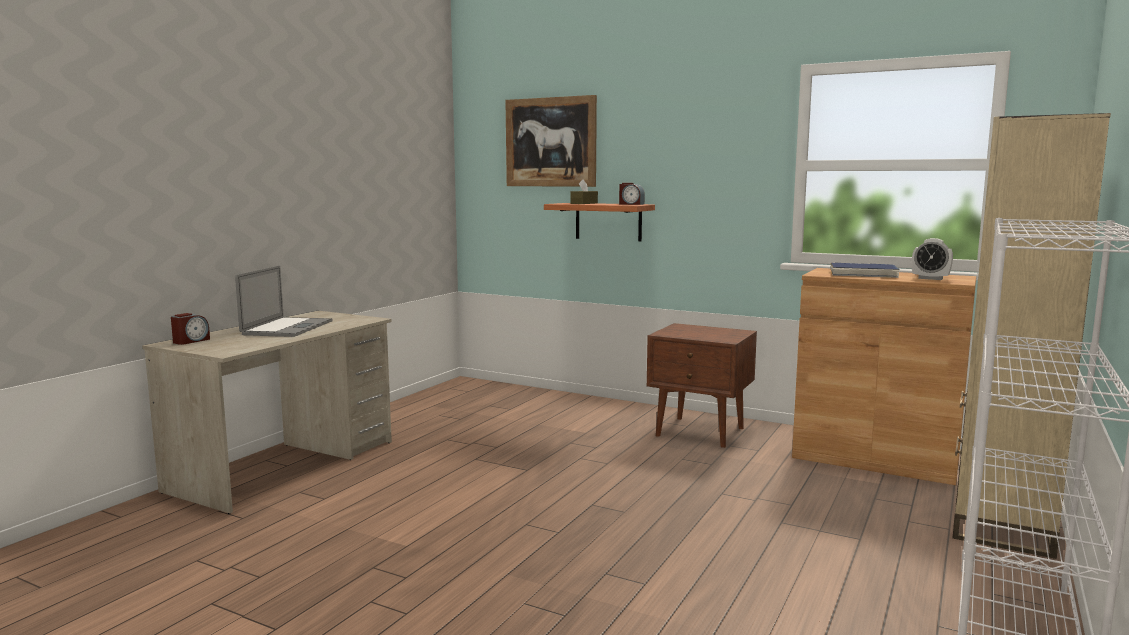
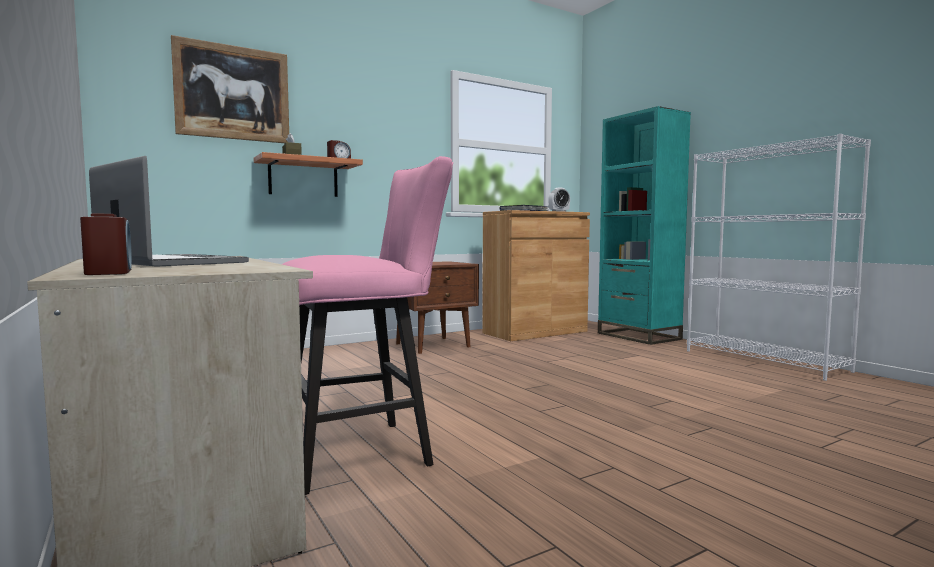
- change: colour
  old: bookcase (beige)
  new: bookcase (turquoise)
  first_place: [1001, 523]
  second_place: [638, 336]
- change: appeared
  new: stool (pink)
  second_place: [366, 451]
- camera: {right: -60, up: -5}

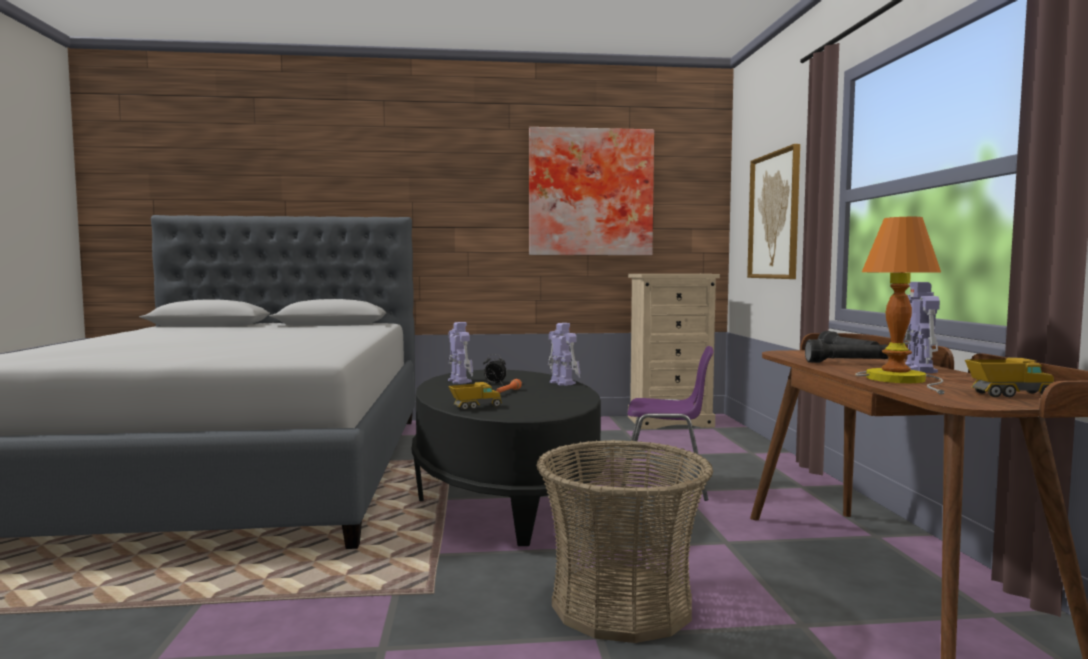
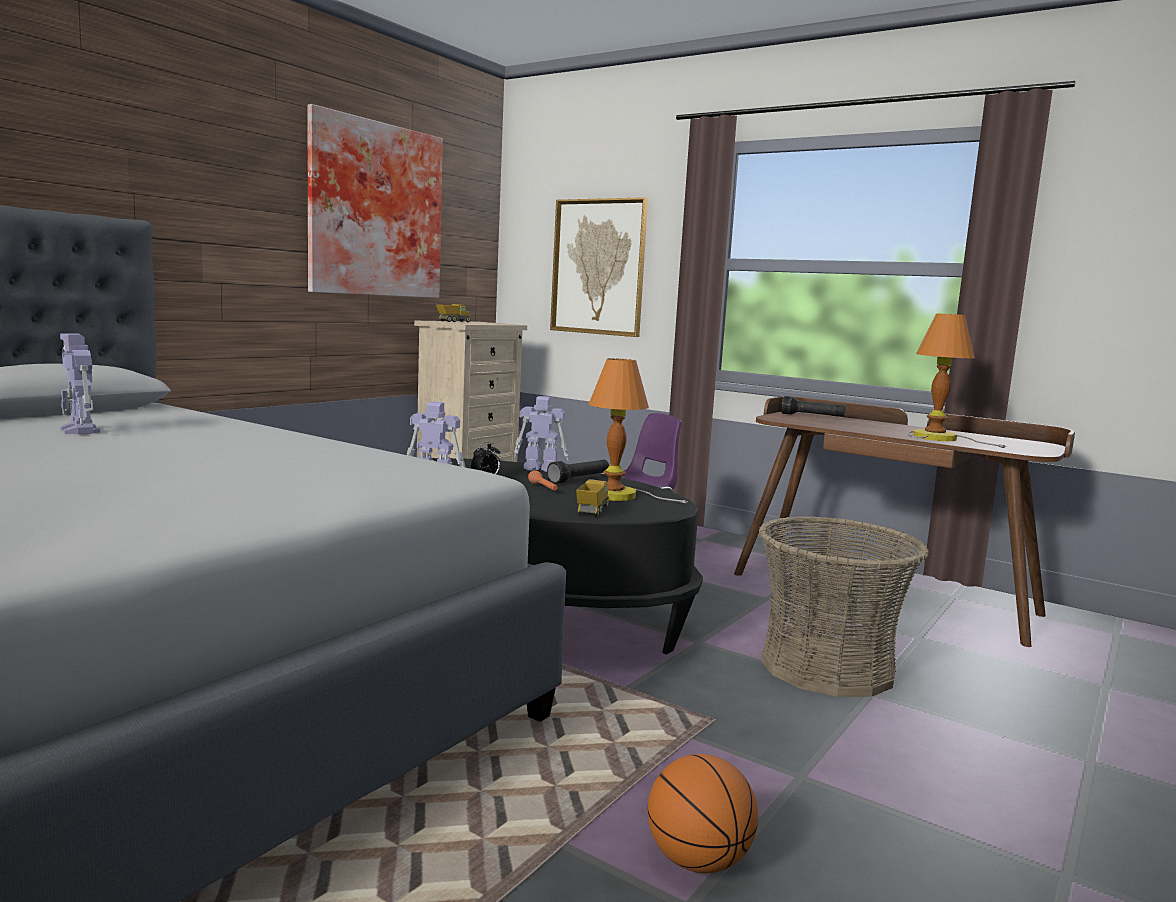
- change: relocated
  old: toy robot
  first_place: [918, 370]
  second_place: [80, 431]
- change: relocated
  old: flashlight (black)
  first_place: [847, 362]
  second_place: [579, 479]
- change: relocated
  old: toy truck
  first_place: [1008, 395]
  second_place: [453, 321]
- change: appeared
  new: table lamp
  second_place: [618, 495]
- change: appeared
  new: basketball
  second_place: [698, 861]
- camera: {right: -50, up: 5}

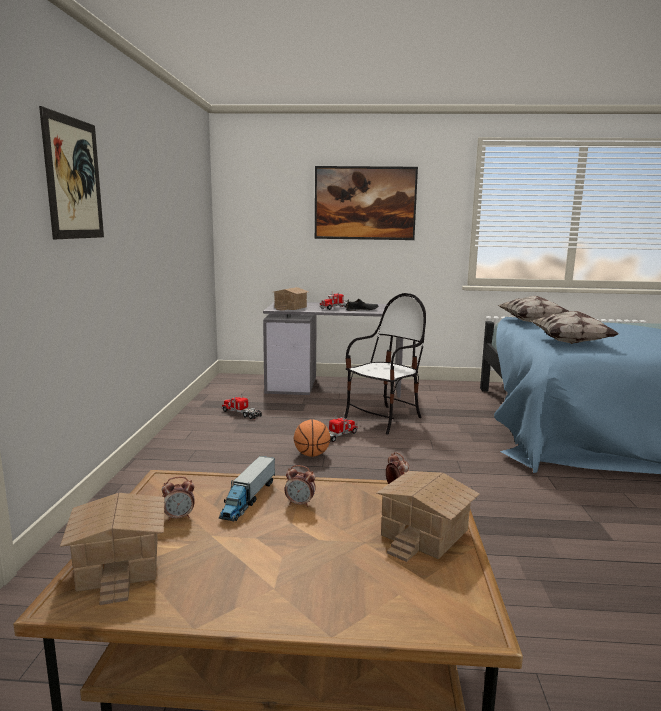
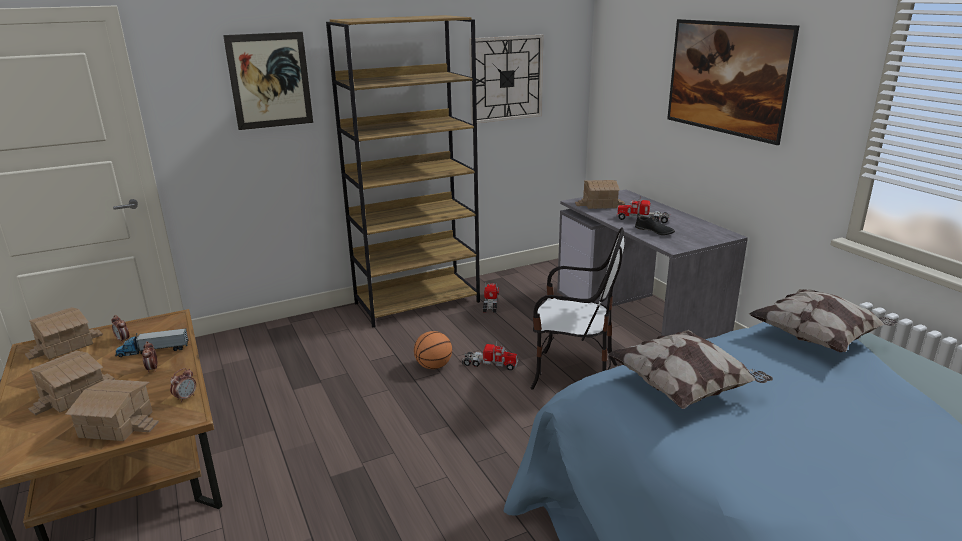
- change: appeared
  new: bookcase (brown)
  second_place: [417, 302]
- change: appeared
  new: wall clock
  second_place: [506, 78]
- change: appeared
  new: toy house
  second_place: [72, 394]
- camera: {right: 60, up: 10}

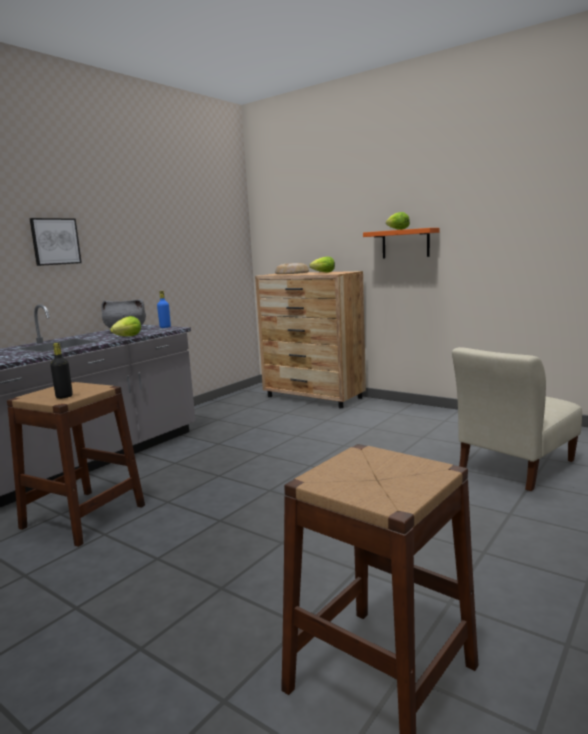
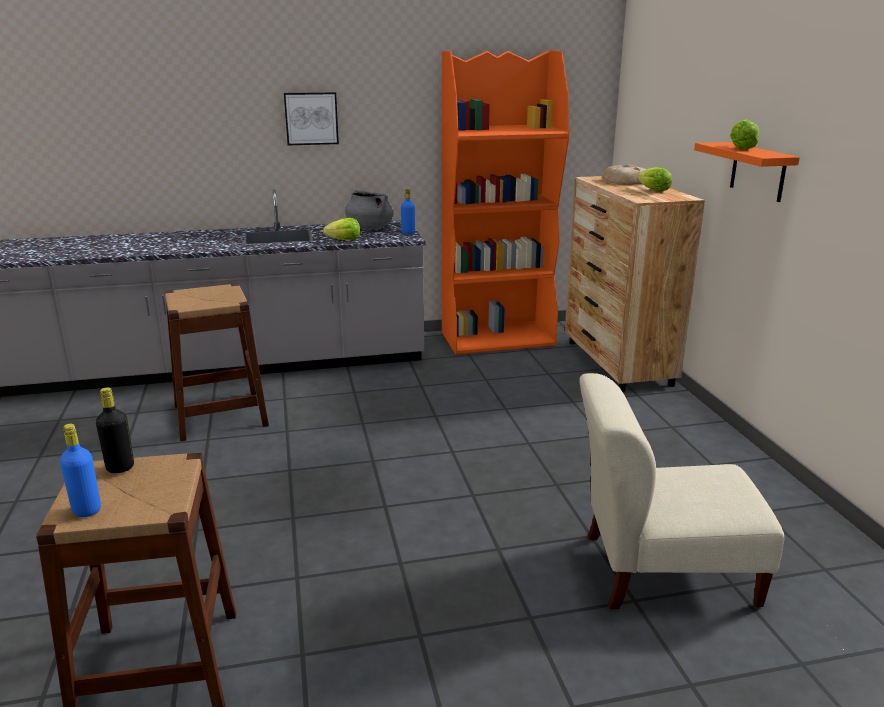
- change: relocated
  old: bottle (black)
  first_place: [64, 397]
  second_place: [120, 468]
- change: appeared
  new: bookcase (orange)
  second_place: [498, 338]
- change: appeared
  new: bottle (blue)
  second_place: [87, 510]
- camera: {right: 40, up: 10}

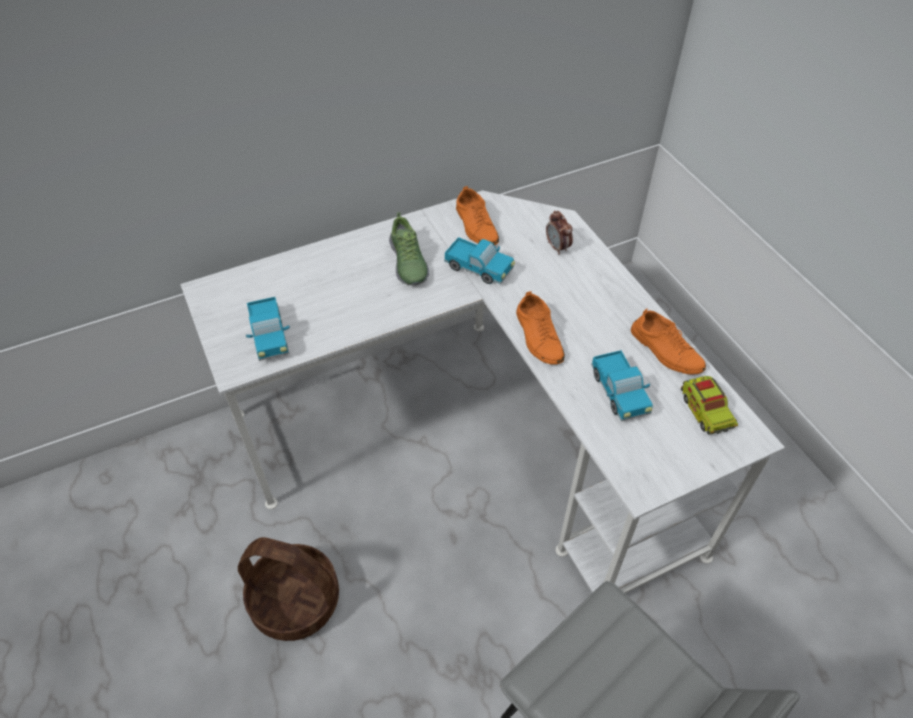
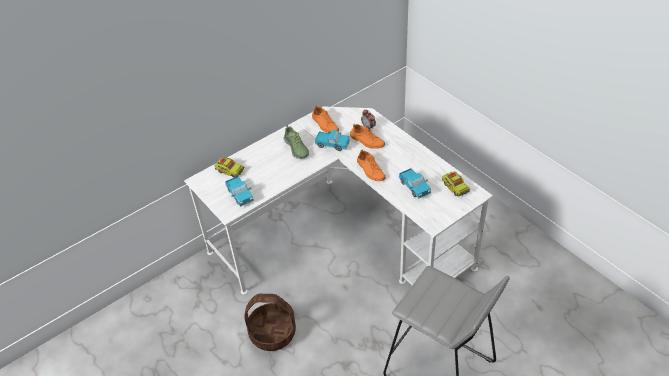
- change: relocated
  old: shoe (orange)
  first_place: [666, 350]
  second_place: [367, 141]
- change: appeared
  new: toy truck
  second_place: [230, 171]
- camera: {right: -10, up: -5}

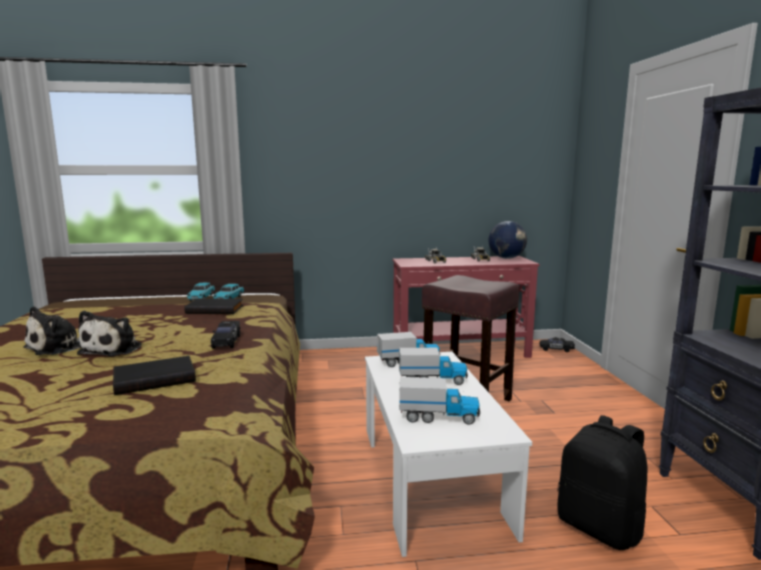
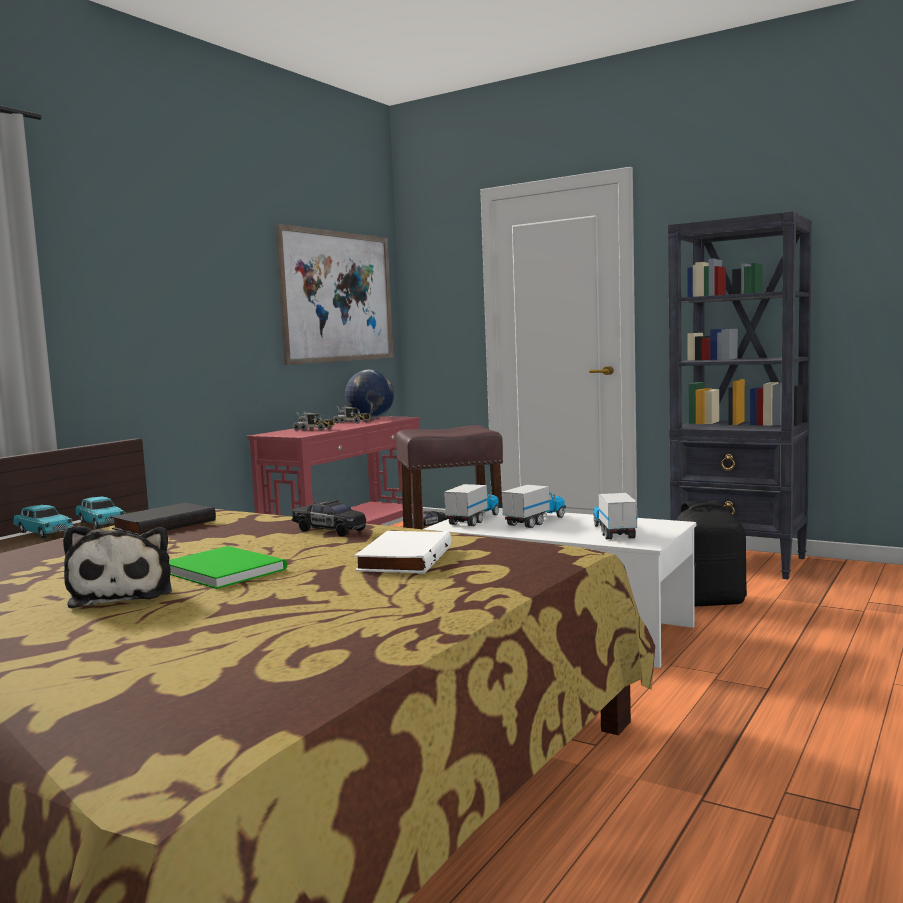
- change: exchanged
  old: plush toy
  new: book (green)
  first_place: [114, 349]
  second_place: [224, 569]
- change: colour
  old: book (black)
  new: book (white)
  first_place: [155, 378]
  second_place: [403, 558]
- change: spun
  old: toy truck
  first_place: [438, 417]
  second_place: [614, 532]
  degrees: -45
- change: appeared
  new: picture
  second_place: [338, 297]
- camera: {right: -50, up: -5}

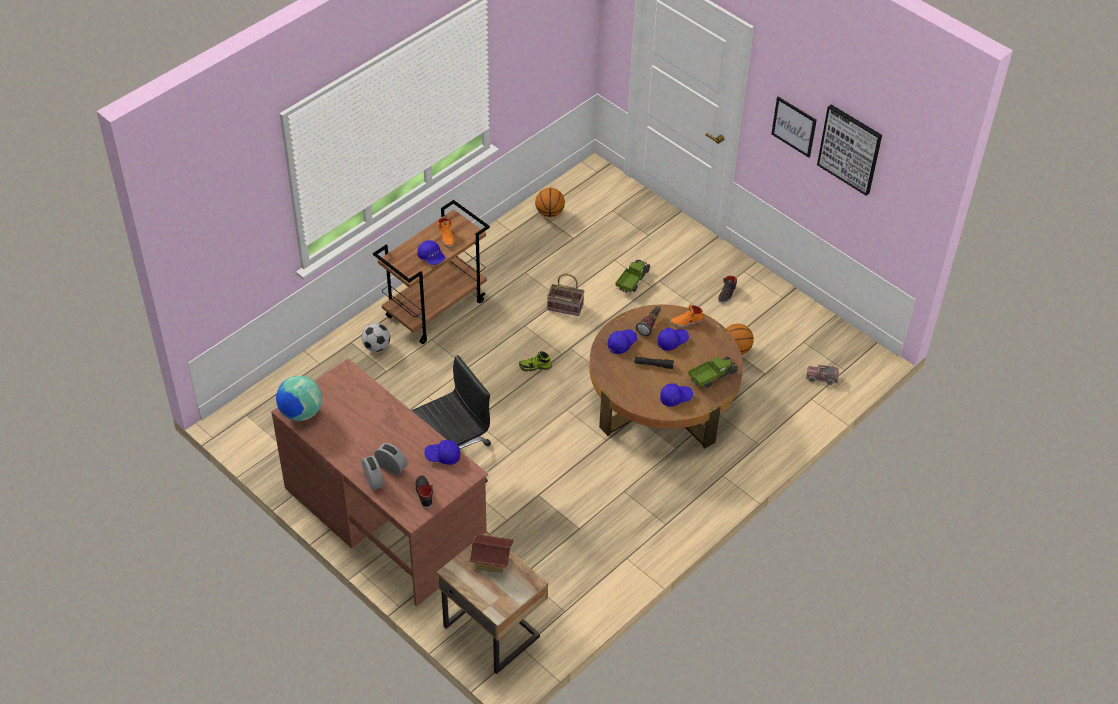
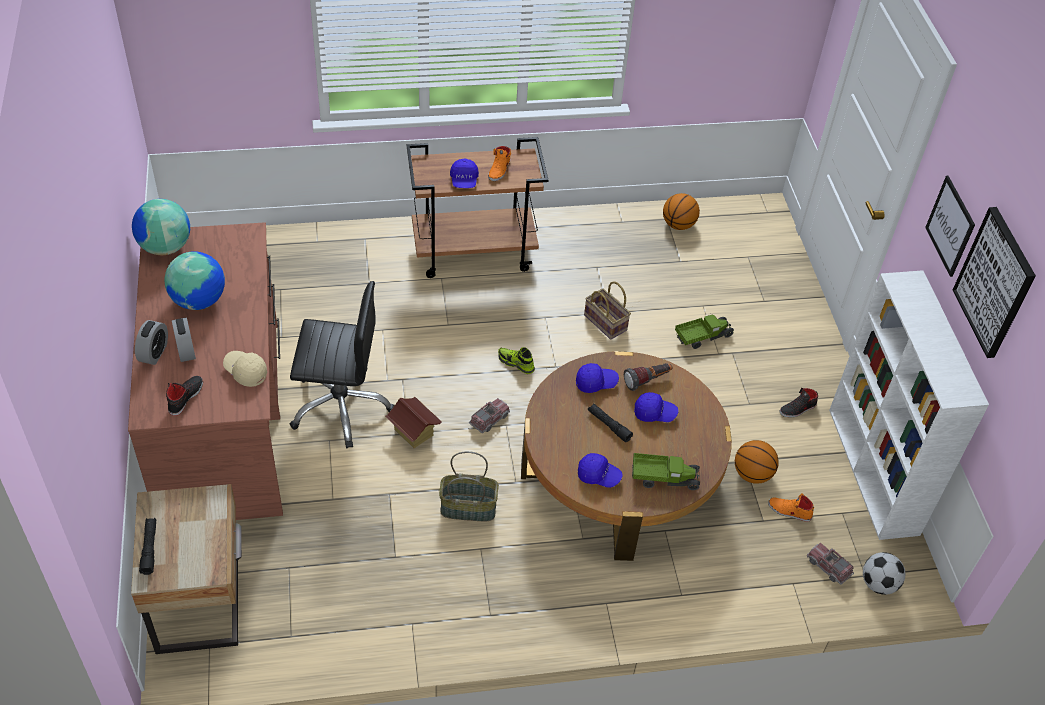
- change: relocated
  old: shoe (orange)
  first_place: [686, 321]
  second_place: [789, 511]
- change: relocated
  old: football
  first_place: [377, 347]
  second_place: [878, 584]
- change: colour
  old: cap (blue)
  new: cap (beige)
  first_place: [442, 456]
  second_place: [245, 371]
- change: relocated
  old: toy house
  first_place: [491, 562]
  second_place: [413, 433]
- change: appeared
  new: globe
  second_place: [199, 300]
- change: appeared
  new: bookcase (white)
  second_place: [874, 472]
- change: appeared
  new: toy truck
  second_place: [489, 419]
- change: appeared
  new: basket
  second_place: [469, 507]
- change: appeared
  new: flashlight (black)
  second_place: [149, 548]
- camera: {right: 35, up: 0}

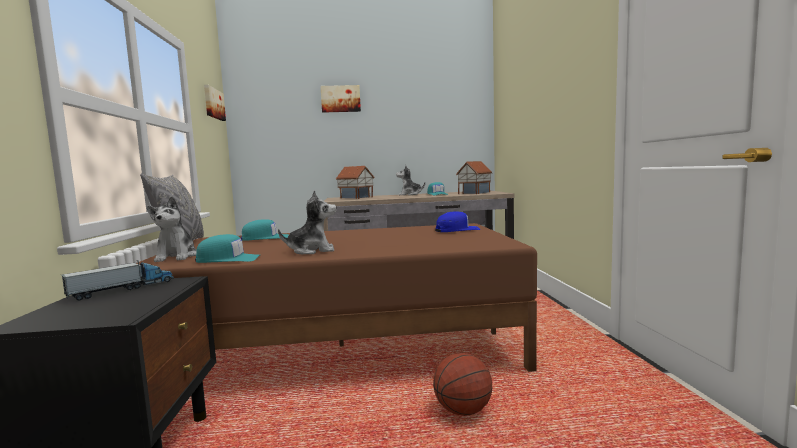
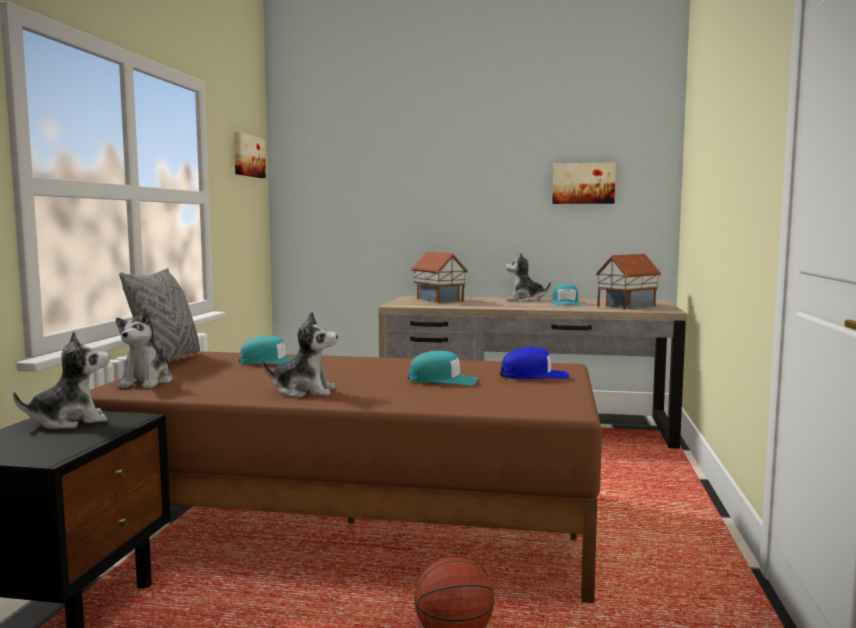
- change: relocated
  old: picture
  first_place: [340, 99]
  second_place: [583, 183]
- change: relocated
  old: cap (turquoise)
  first_place: [228, 259]
  second_place: [443, 380]
- change: exchanged
  old: toy truck
  new: plush toy
  first_place: [123, 289]
  second_place: [69, 421]
- camera: {right: 15, up: 0}

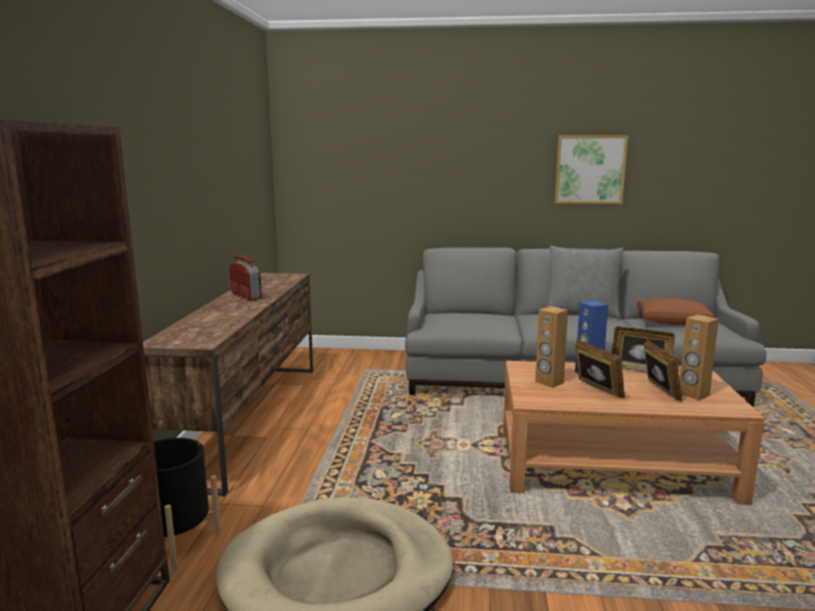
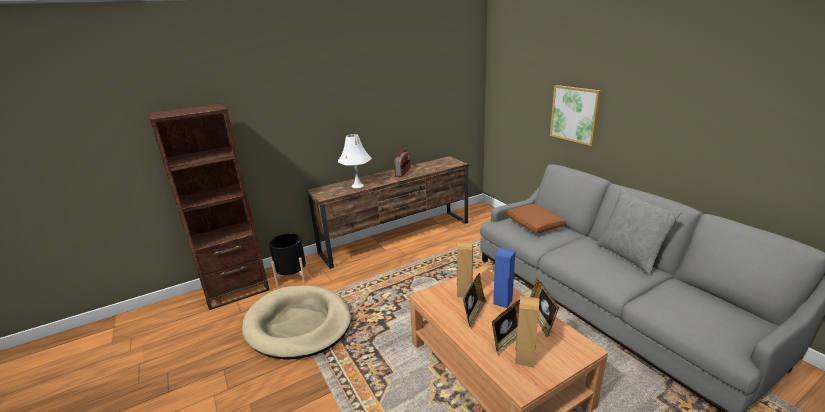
- change: relocated
  old: picture
  first_place: [590, 169]
  second_place: [575, 114]
- change: relocated
  old: pillow (brown)
  first_place: [673, 322]
  second_place: [534, 225]
- change: appeared
  new: table lamp (white)
  second_place: [357, 185]
- camera: {right: 55, up: 10}

